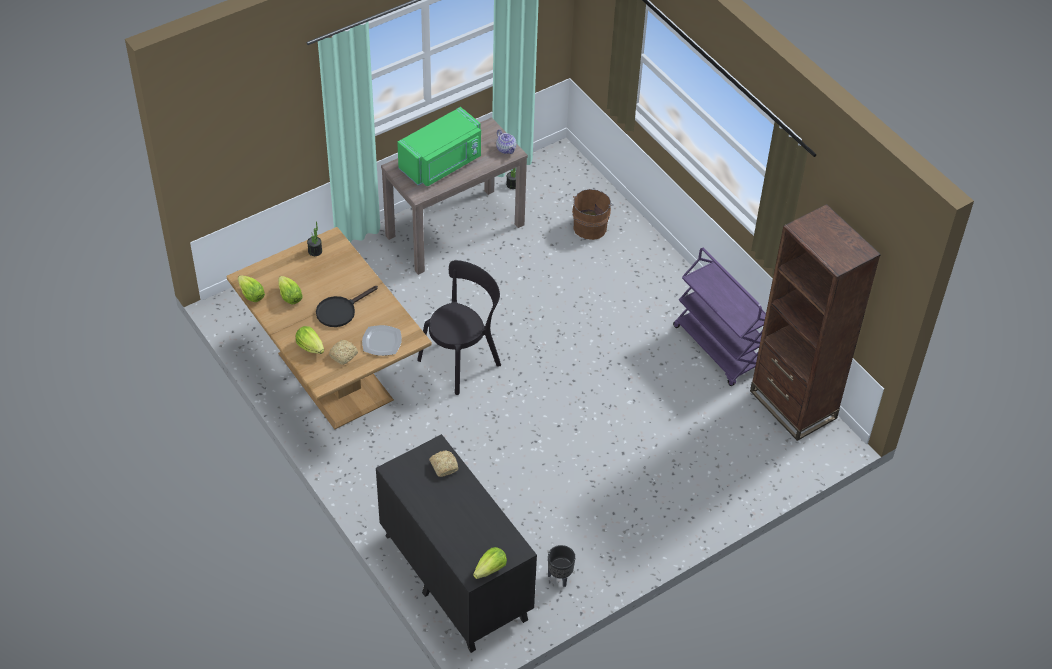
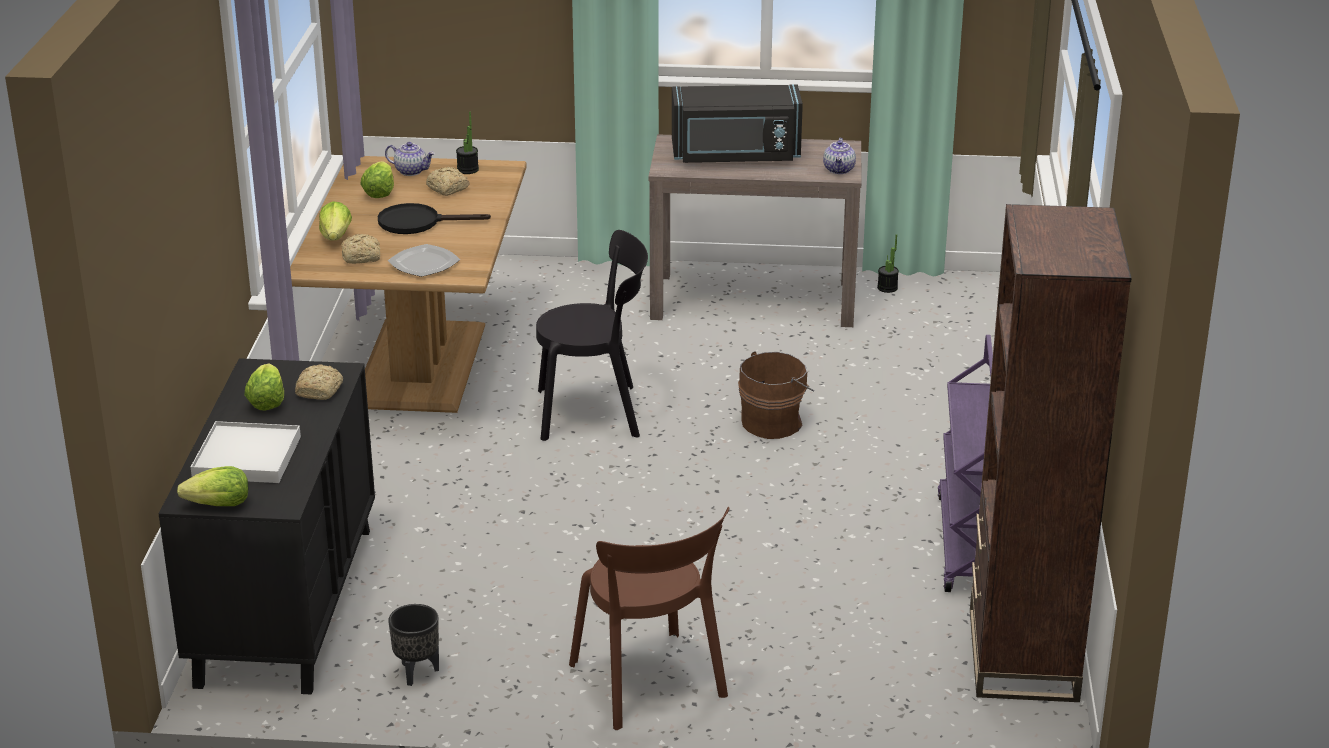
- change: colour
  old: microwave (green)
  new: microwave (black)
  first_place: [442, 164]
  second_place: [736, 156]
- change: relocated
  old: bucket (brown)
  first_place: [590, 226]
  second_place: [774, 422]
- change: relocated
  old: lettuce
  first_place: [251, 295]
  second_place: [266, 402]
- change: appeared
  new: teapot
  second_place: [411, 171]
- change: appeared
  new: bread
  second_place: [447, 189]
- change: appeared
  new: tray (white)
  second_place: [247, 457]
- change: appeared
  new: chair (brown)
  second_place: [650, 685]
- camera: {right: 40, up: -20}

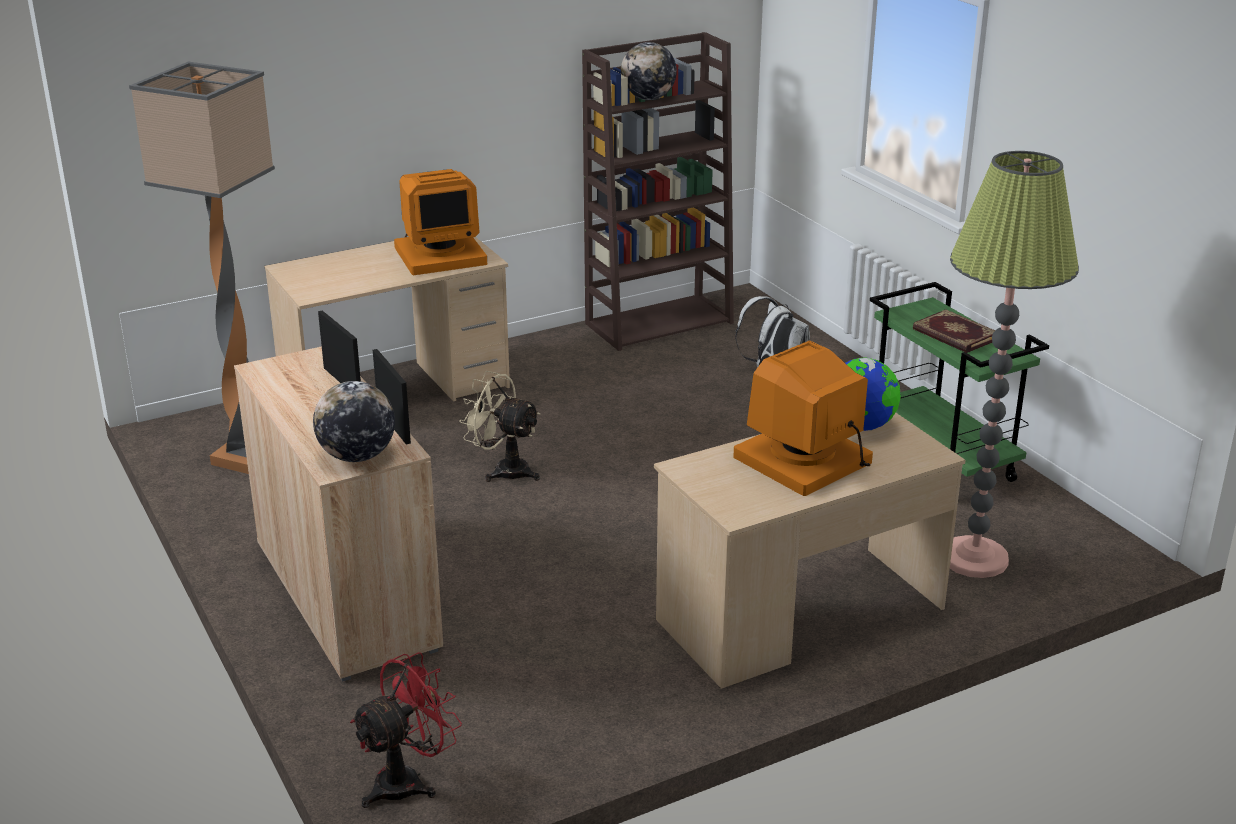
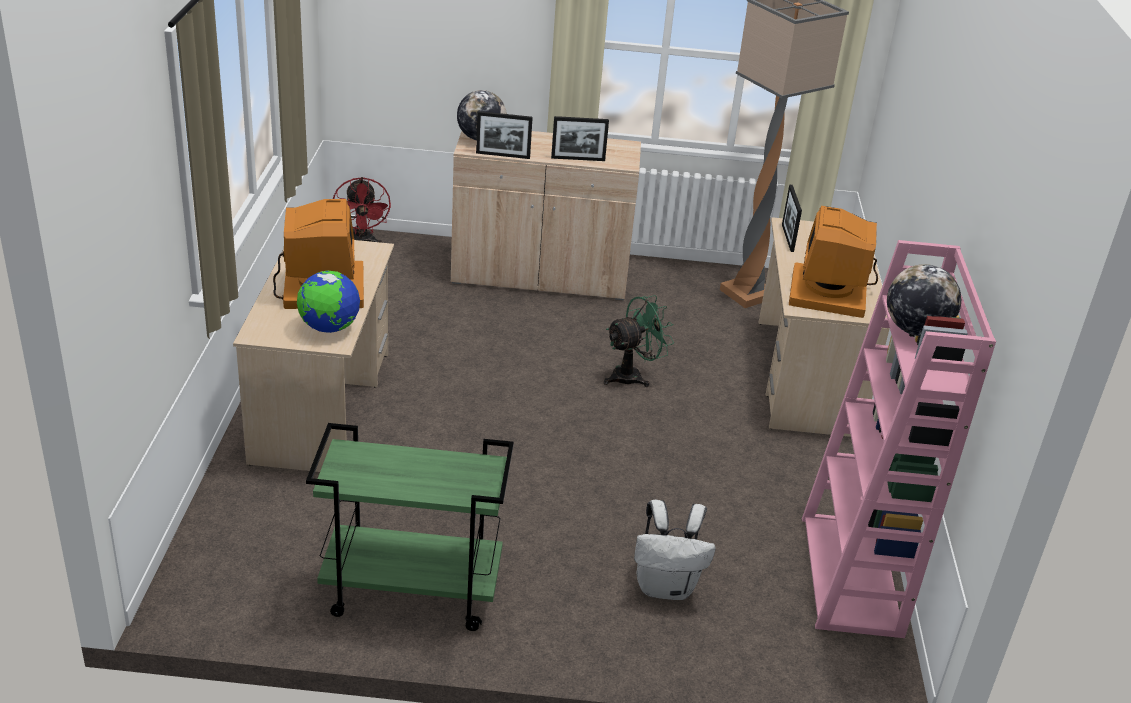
- change: colour
  old: bookcase (brown)
  new: bookcase (pink)
  first_place: [660, 322]
  second_place: [852, 576]
- change: missing
  old: floor lamp
  first_place: [974, 558]
- change: missing
  old: book
  first_place: [954, 335]
- change: colour
  old: fan (beige)
  new: fan (green)
  first_place: [504, 470]
  second_place: [633, 376]
- change: appeared
  new: picture frame
  second_place: [787, 238]
- camera: {right: 120, up: 5}

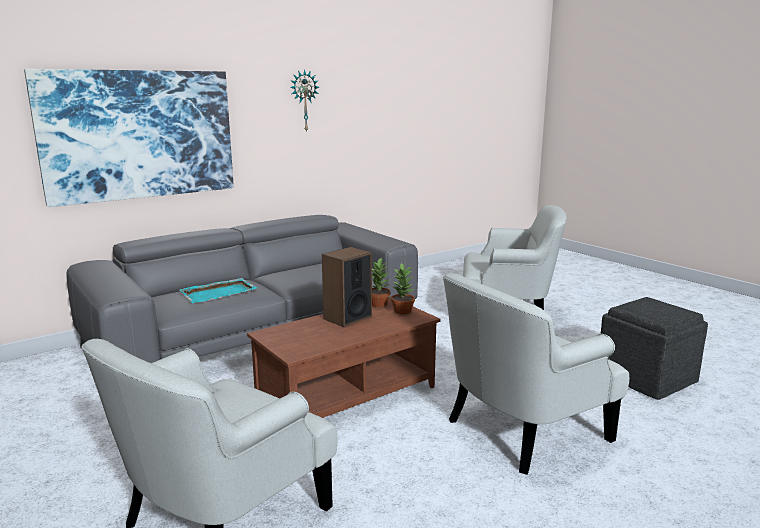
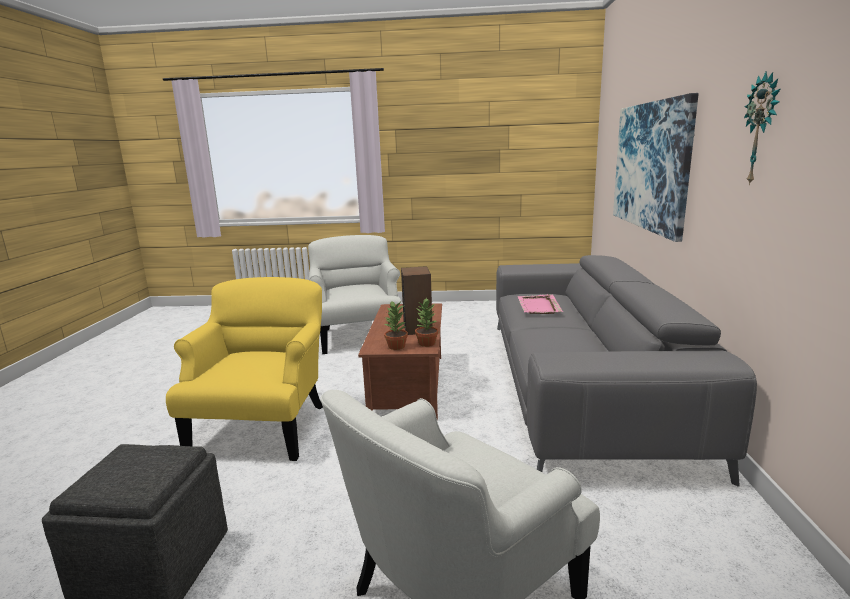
- change: colour
  old: armchair (white)
  new: armchair (yellow)
  first_place: [522, 429]
  second_place: [263, 427]
- change: colour
  old: tray (turquoise)
  new: tray (pink)
  first_place: [219, 292]
  second_place: [538, 306]
- camera: {right: 130, up: 0}

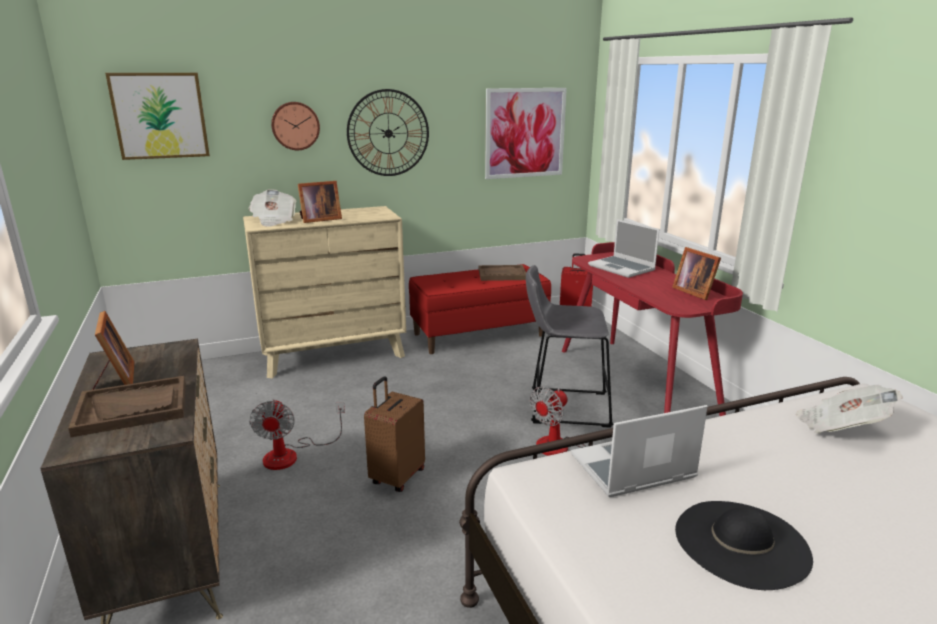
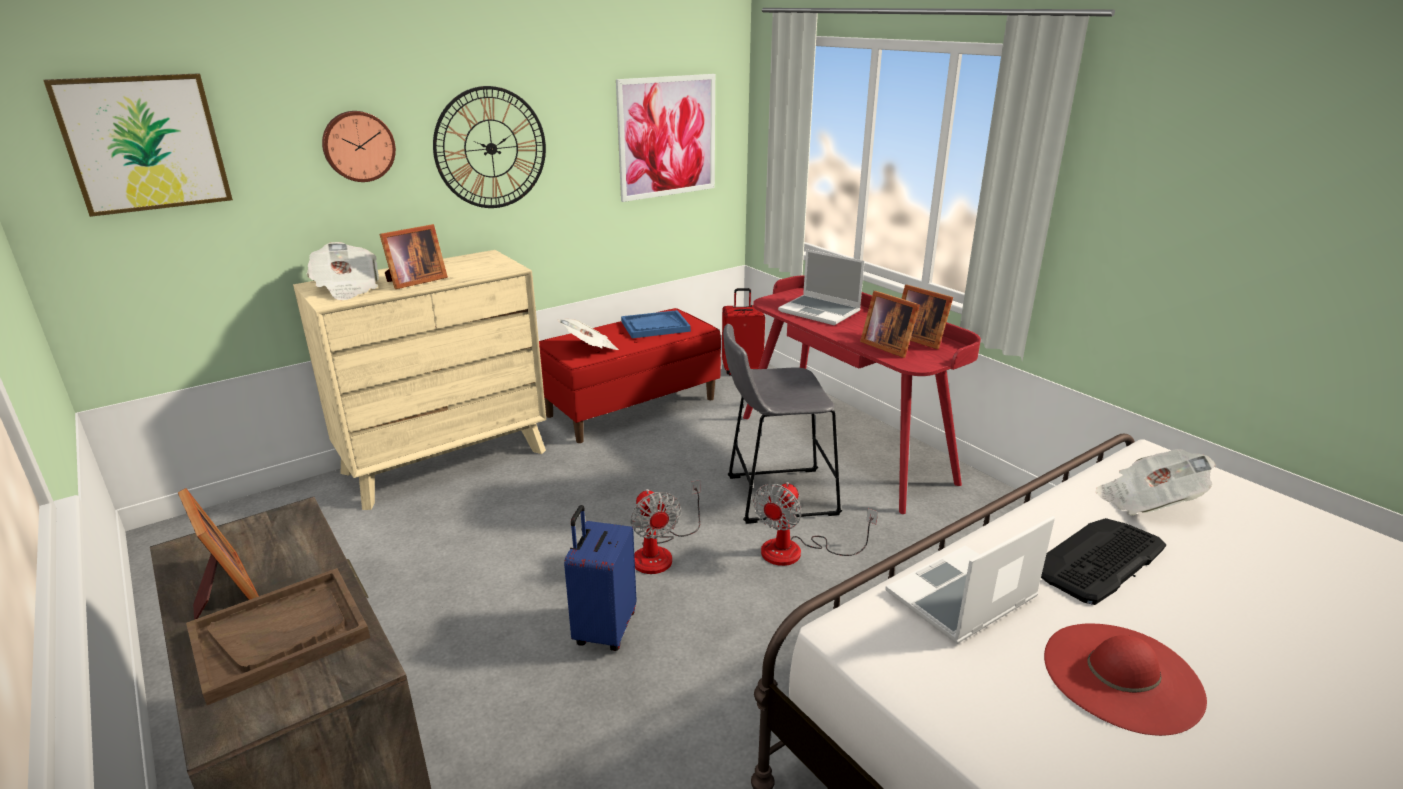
- change: colour
  old: tray (brown)
  new: tray (blue)
  first_place: [502, 274]
  second_place: [655, 326]
- change: colour
  old: suitcase (brown)
  new: suitcase (blue)
  first_place: [396, 477]
  second_place: [604, 629]
- change: relocated
  old: fan
  first_place: [291, 454]
  second_place: [660, 552]
- change: colour
  old: hat (black)
  new: hat (red)
  first_place: [741, 542]
  second_place: [1122, 676]
- change: appeared
  new: picture frame
  second_place: [887, 346]
- change: appeared
  new: newspaper
  second_place: [590, 348]
- change: appeared
  new: keyboard
  second_place: [1098, 560]
- camera: {right: -15, up: 5}

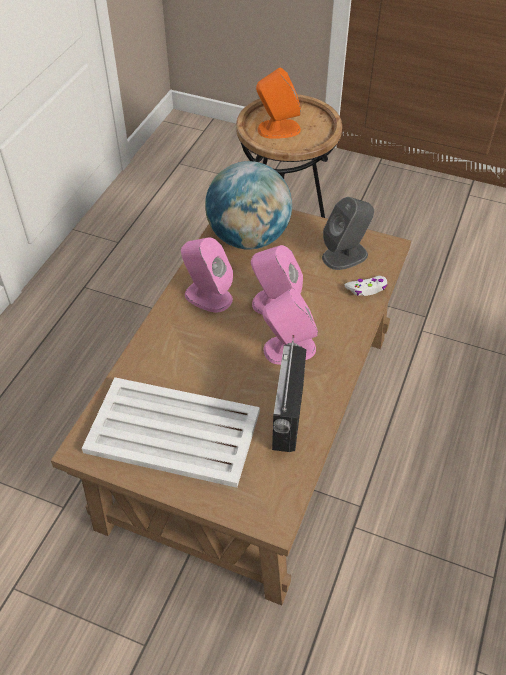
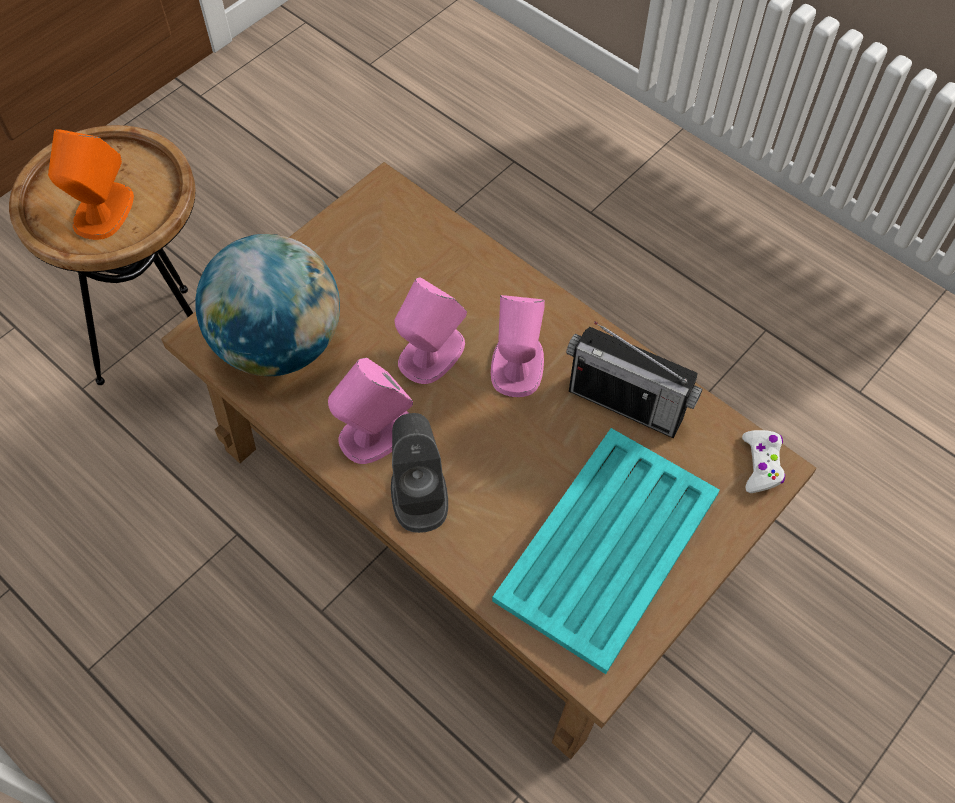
- change: relocated
  old: speaker (grey)
  first_place: [345, 255]
  second_place: [419, 494]
- change: relocated
  old: game controller (white)
  first_place: [367, 289]
  second_place: [761, 464]
- change: colour
  old: tray (white)
  new: tray (turquoise)
  first_place: [174, 433]
  second_place: [609, 545]
- camera: {right: -70, up: 10}

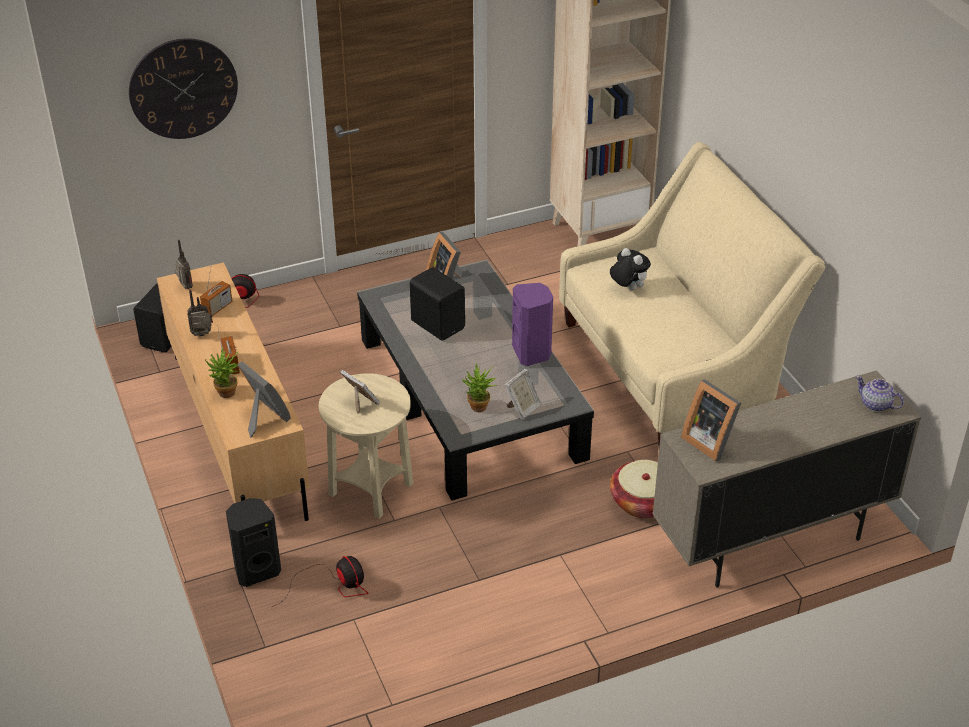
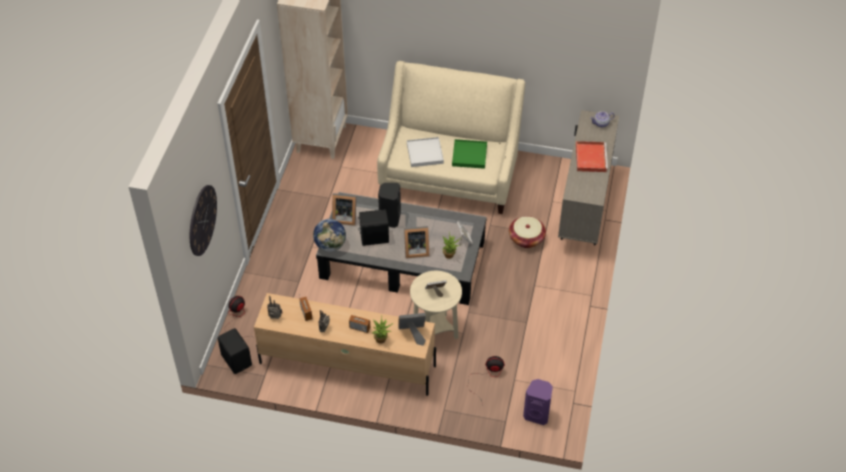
- change: exchanged
  old: plush toy
  new: tray (white)
  first_place: [627, 288]
  second_place: [424, 153]
- change: relocated
  old: speaker (purple)
  first_place: [532, 353]
  second_place: [537, 414]
- change: relocated
  old: picture frame
  first_place: [710, 440]
  second_place: [415, 250]
- change: relocated
  old: speaker (black)
  first_place: [256, 570]
  second_place: [389, 219]
- change: appeared
  new: tray (green)
  second_place: [469, 155]
- change: appeared
  new: tray (red)
  second_place: [590, 157]
- change: appeared
  new: globe
  second_place: [330, 245]
- camera: {right: -55, up: 10}

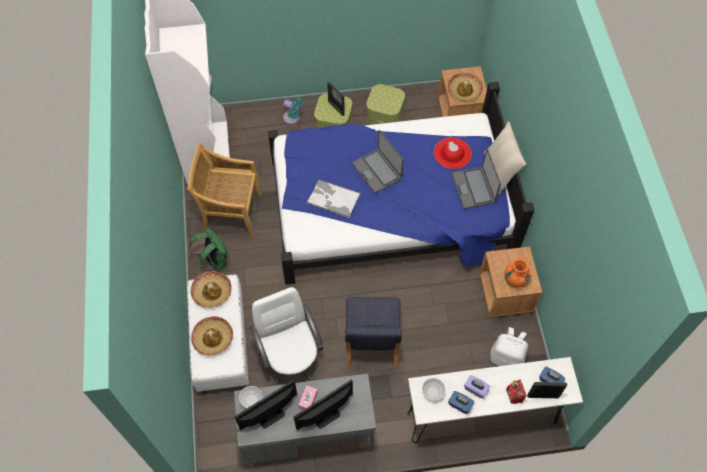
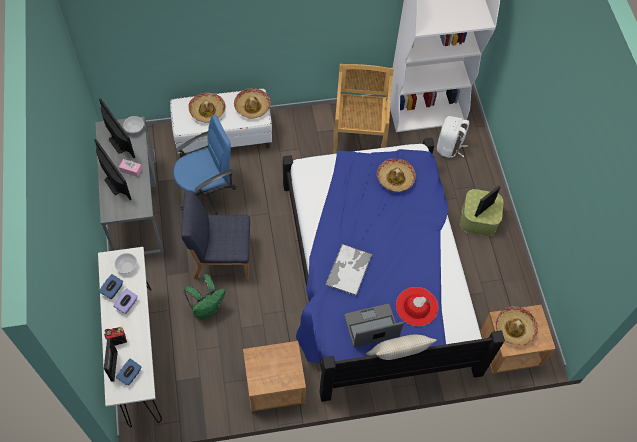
- change: missing
  old: storage box
  first_place: [385, 113]
- change: missing
  old: fan (turquoise)
  first_place: [293, 118]
- change: missing
  old: laptop
  first_place: [377, 171]
- change: relocated
  old: tray
  first_place: [333, 198]
  second_place: [349, 269]
- change: relocated
  old: backpack (green)
  first_place: [214, 260]
  second_place: [207, 308]
- change: missing
  old: vase (orange)
  first_place: [515, 279]
- change: colour
  old: office chair (white)
  new: office chair (blue)
  first_place: [292, 360]
  second_place: [206, 191]
- change: relocated
  old: backpack (white)
  first_place: [506, 357]
  second_place: [449, 147]
- change: appeared
  new: hat
  second_place: [395, 178]
- camera: {right: 85, up: 0}

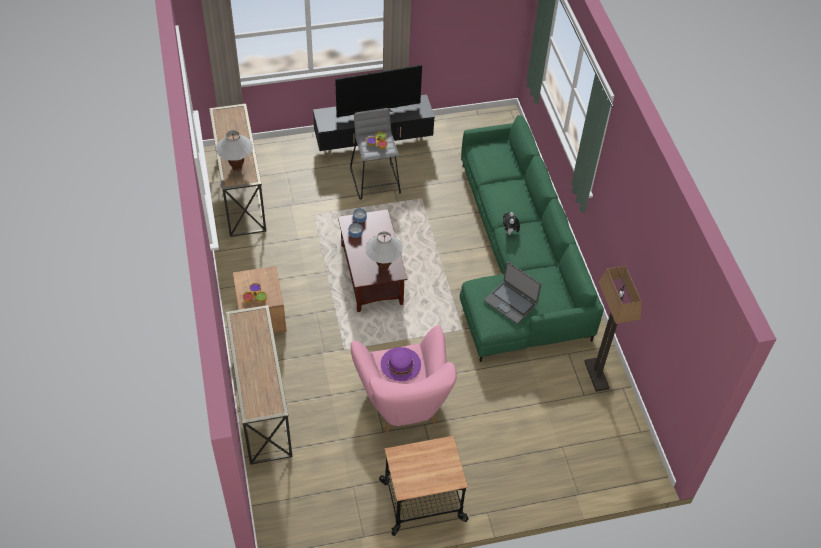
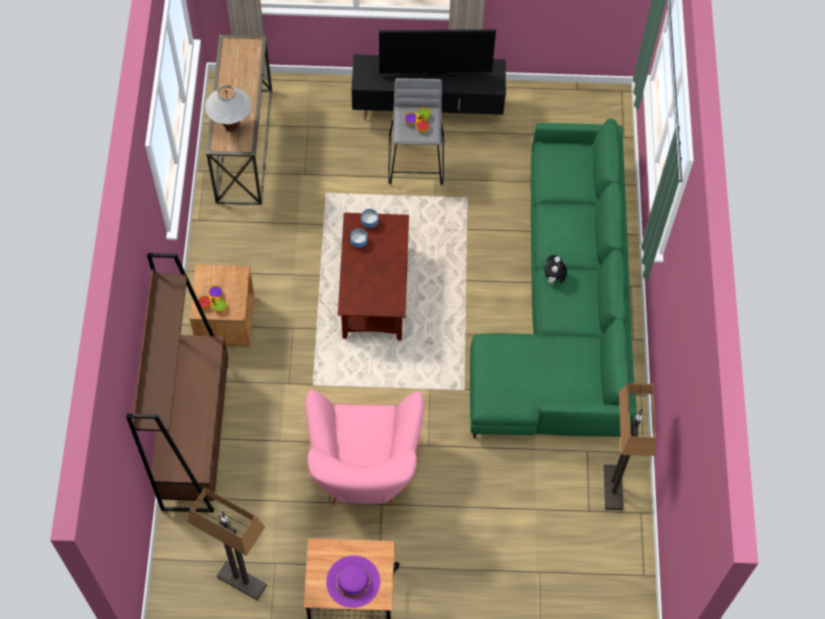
- change: missing
  old: table lamp (white)
  first_place: [383, 267]
- change: missing
  old: laptop
  first_place: [510, 302]
- change: exchanged
  old: console table
  new: bookcase (brown)
  first_place: [261, 405]
  second_place: [195, 435]
- change: relocated
  old: hat (purple)
  first_place: [400, 364]
  second_place: [353, 581]
- change: appeared
  new: floor lamp
  second_place: [241, 581]
- camera: {right: 15, up: 10}

